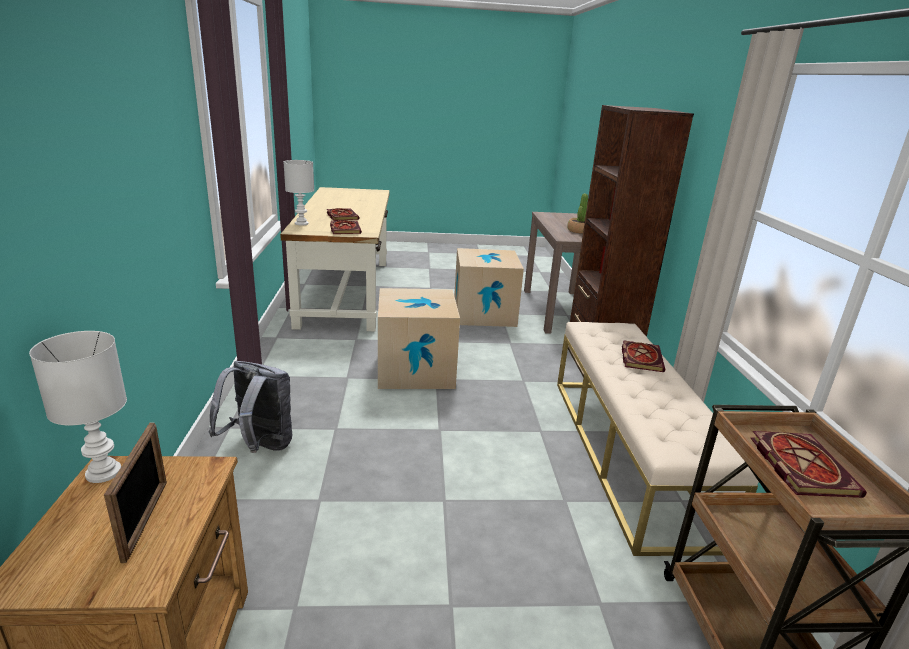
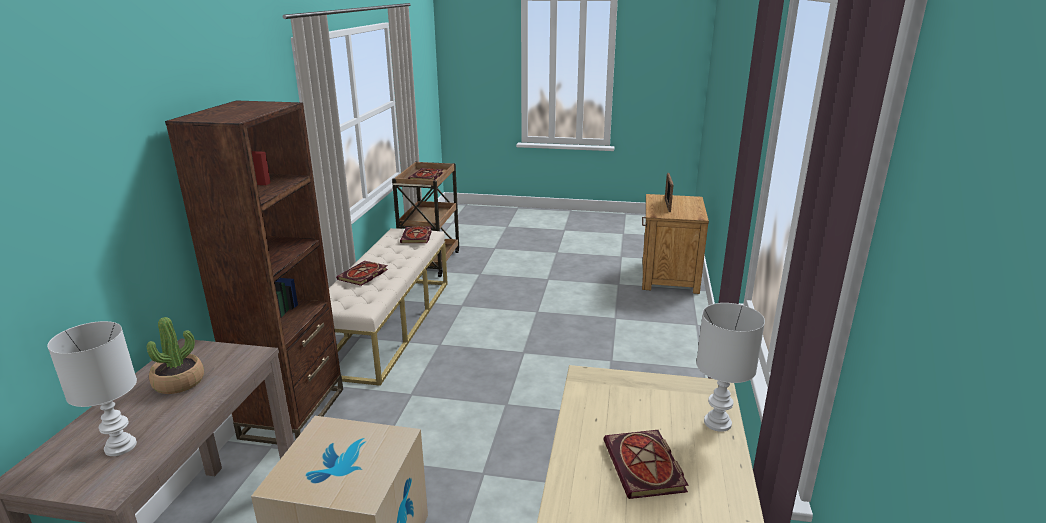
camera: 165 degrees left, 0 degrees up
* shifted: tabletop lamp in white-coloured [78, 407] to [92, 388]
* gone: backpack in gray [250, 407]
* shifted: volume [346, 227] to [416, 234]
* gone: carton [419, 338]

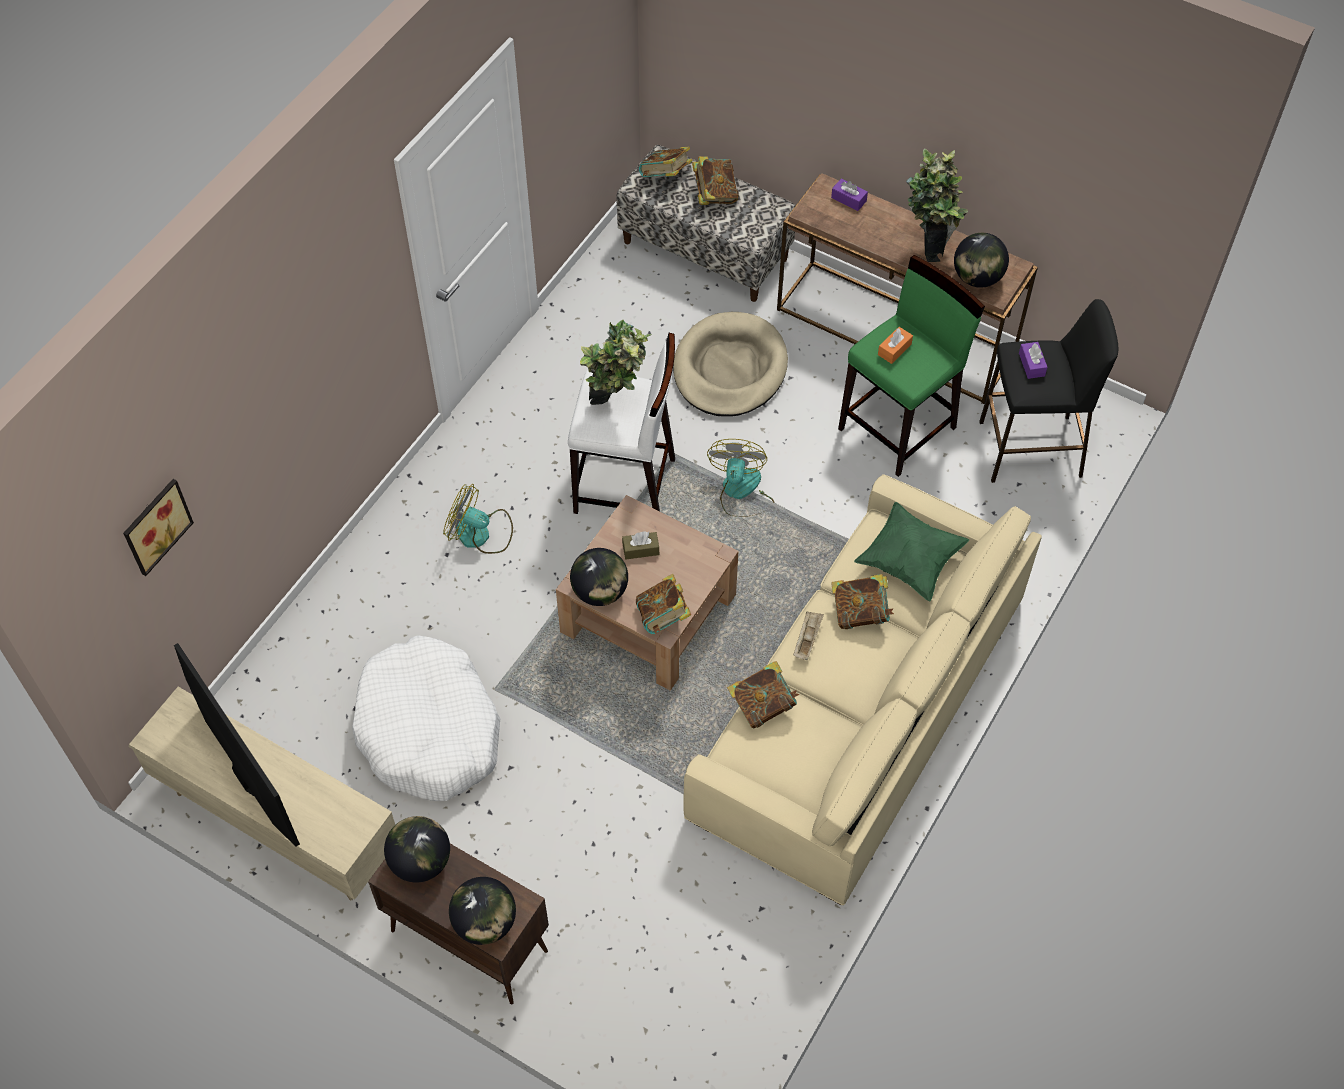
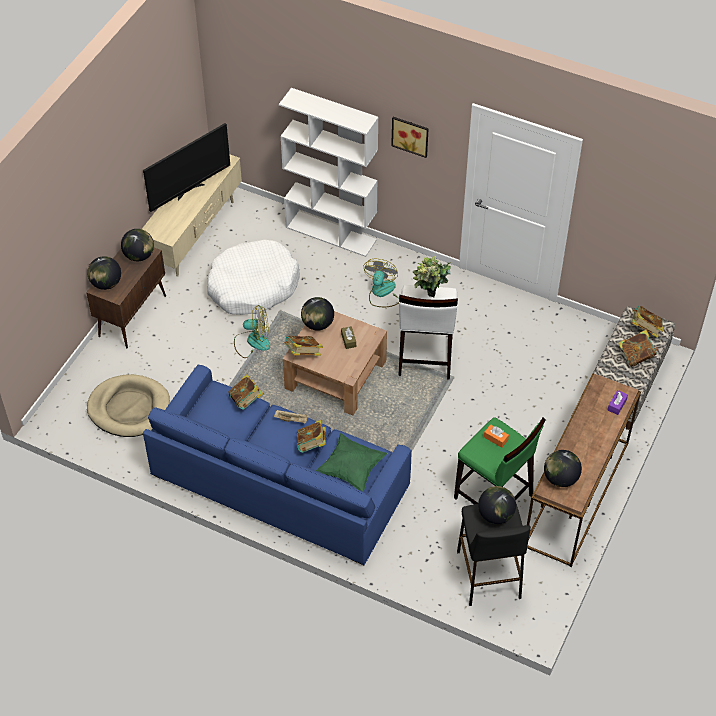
camera: 85 degrees right, 5 degrees down
* shifted: picture [158, 527] to [410, 137]
* shifted: dog cushion in beige [730, 364] to [128, 405]
* repainted: sofa in beige [863, 689] to sofa in bluish [277, 465]
* shifted: fan [741, 478] to [252, 331]
* gone: potted plant [937, 205]
* swapped: tissue holder in purple [1033, 360] to desk globe [497, 505]
* new: shelving unit in white-coloured [328, 172]

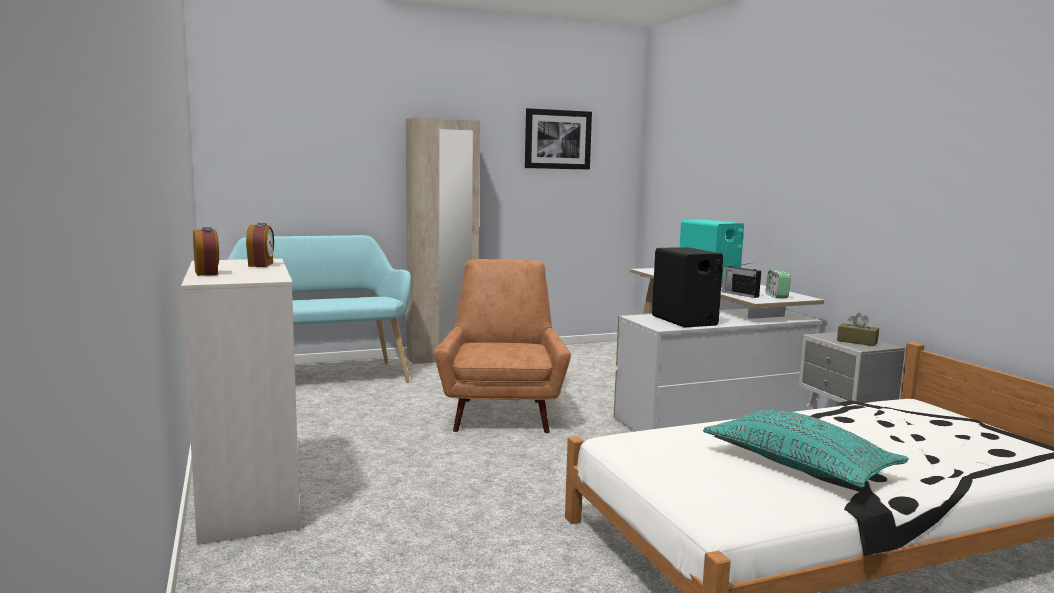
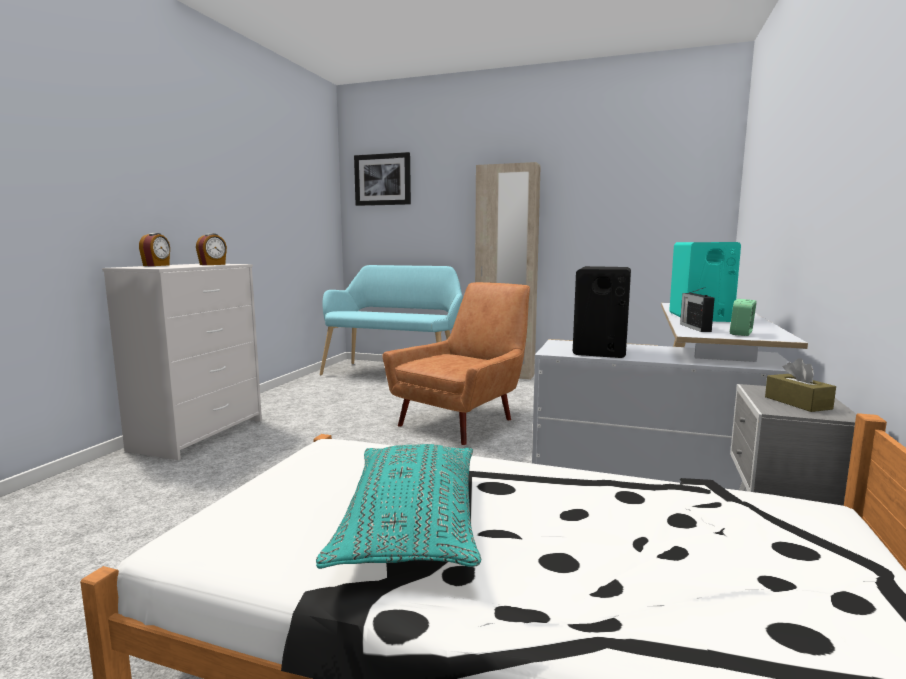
camera: 40 degrees right, 0 degrees up
* shifted: picture [558, 139] to [382, 179]

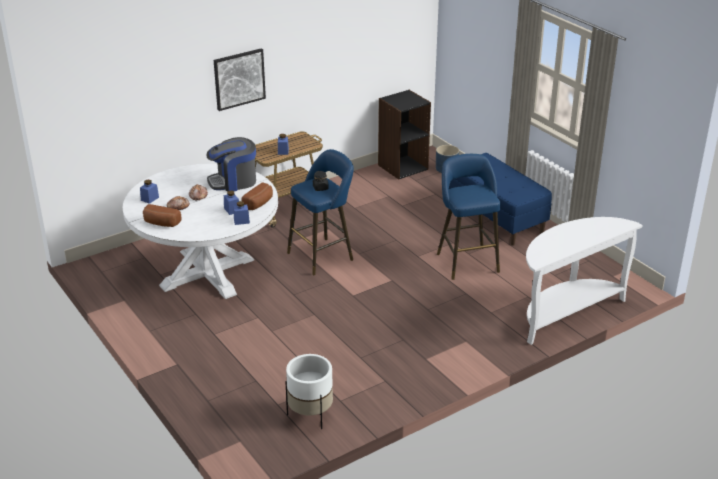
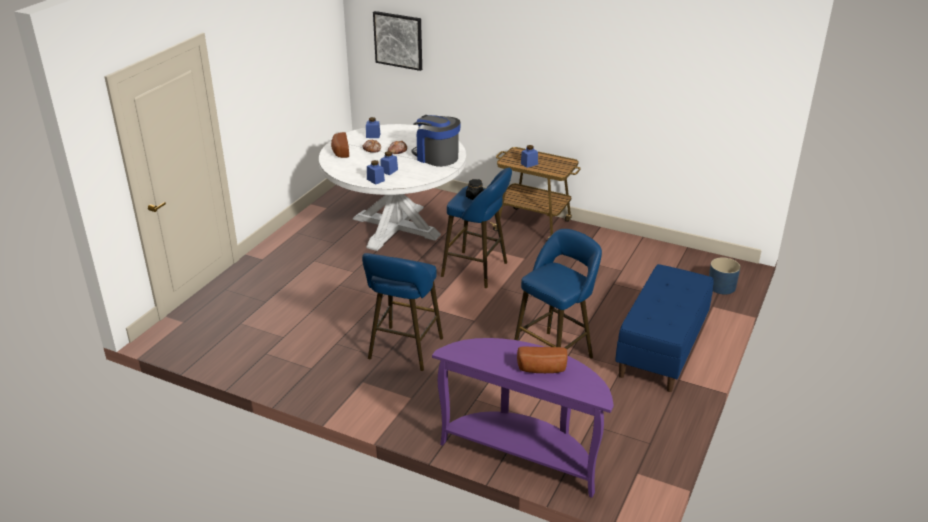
camera: 60 degrees right, 0 degrees up
* shifted: picture [240, 79] to [397, 41]
* shifted: bakery bread [257, 196] to [542, 360]
* gone: flower pot in white-coloured [309, 391]
* gone: shelving unit in blackish [404, 135]
* repainted: console table in white-coloured [584, 281] to console table in purple [523, 418]
* new: sitting stool in bluish [402, 312]

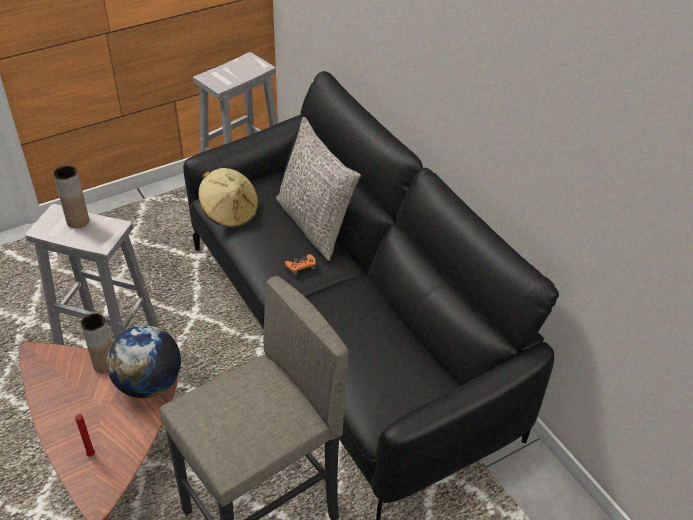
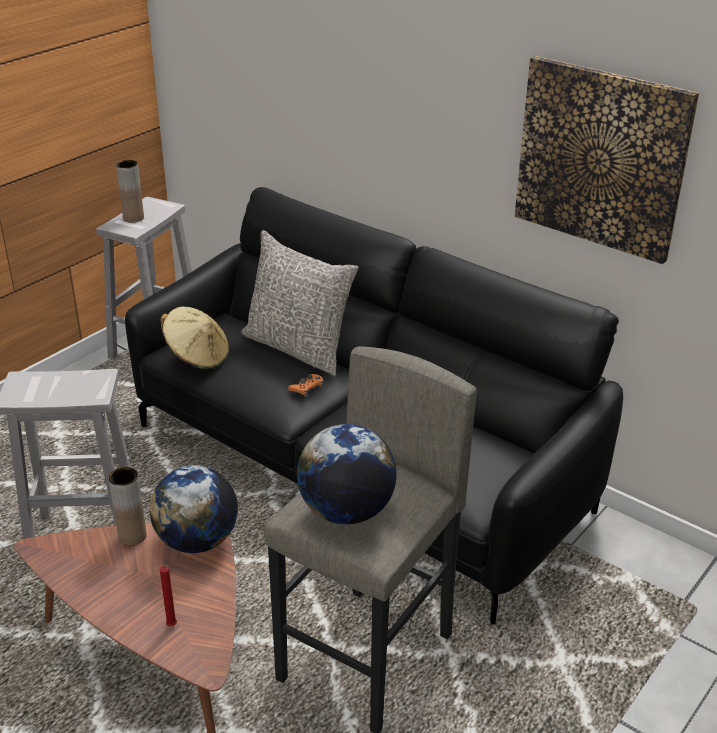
camera: 20 degrees left, 10 degrees down
* shifted: vase in brown [71, 196] to [130, 191]
* new: desk globe [347, 474]
* new: picture [607, 160]

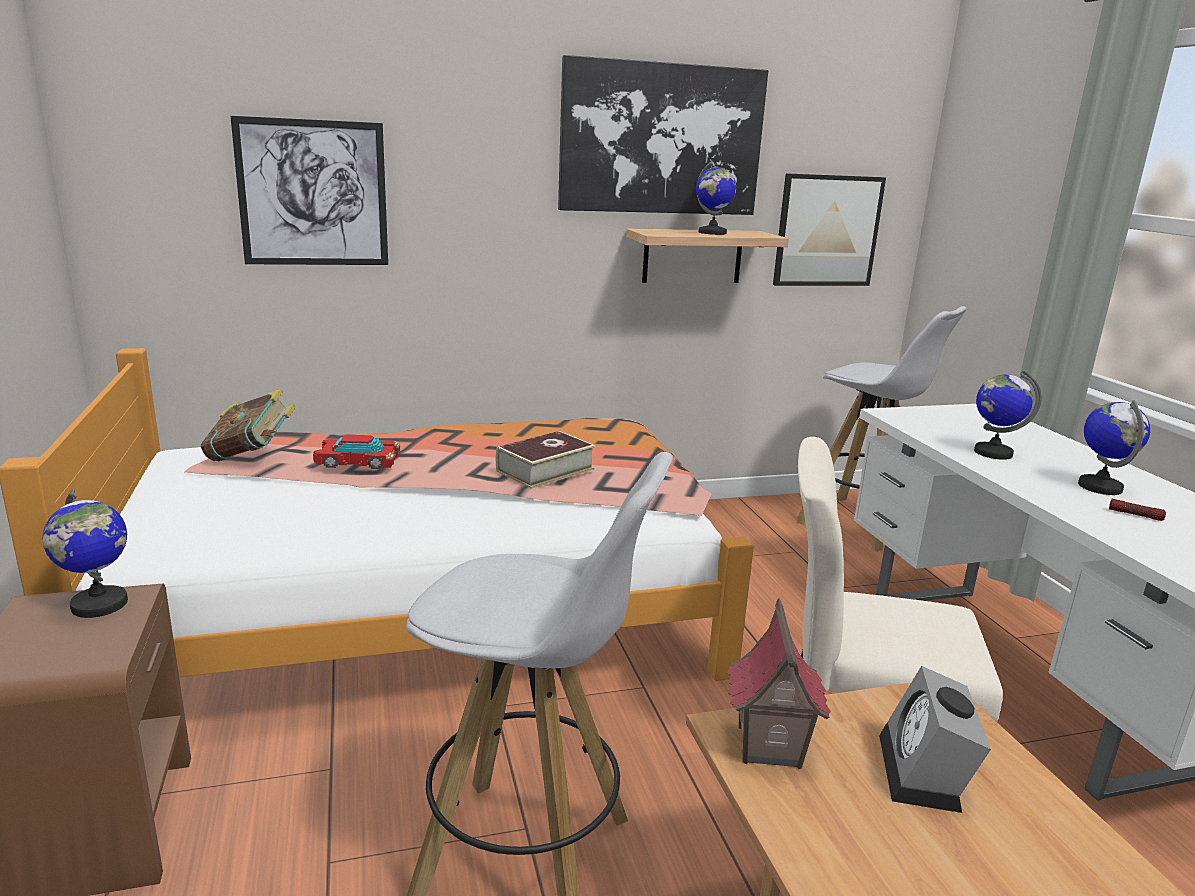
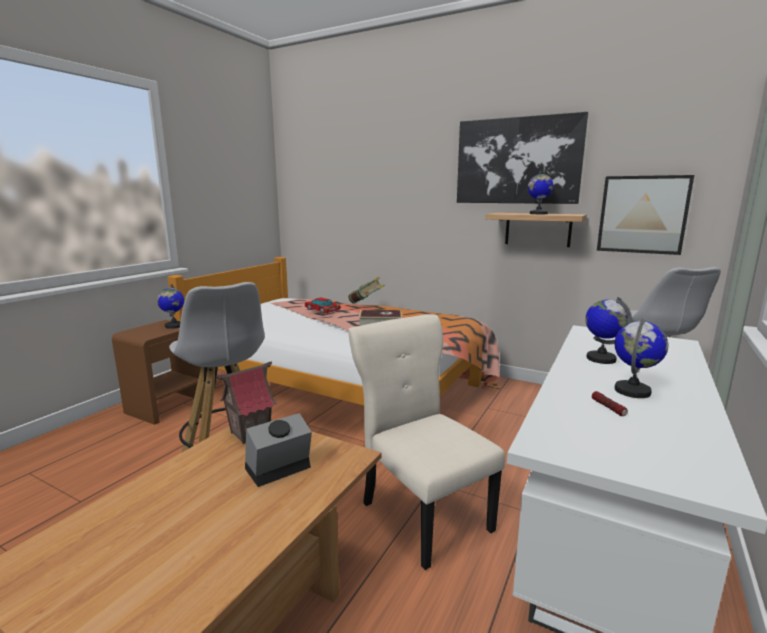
camera: 45 degrees right, 5 degrees down
* shifted: volume [248, 425] to [366, 290]
* gone: picture [309, 190]

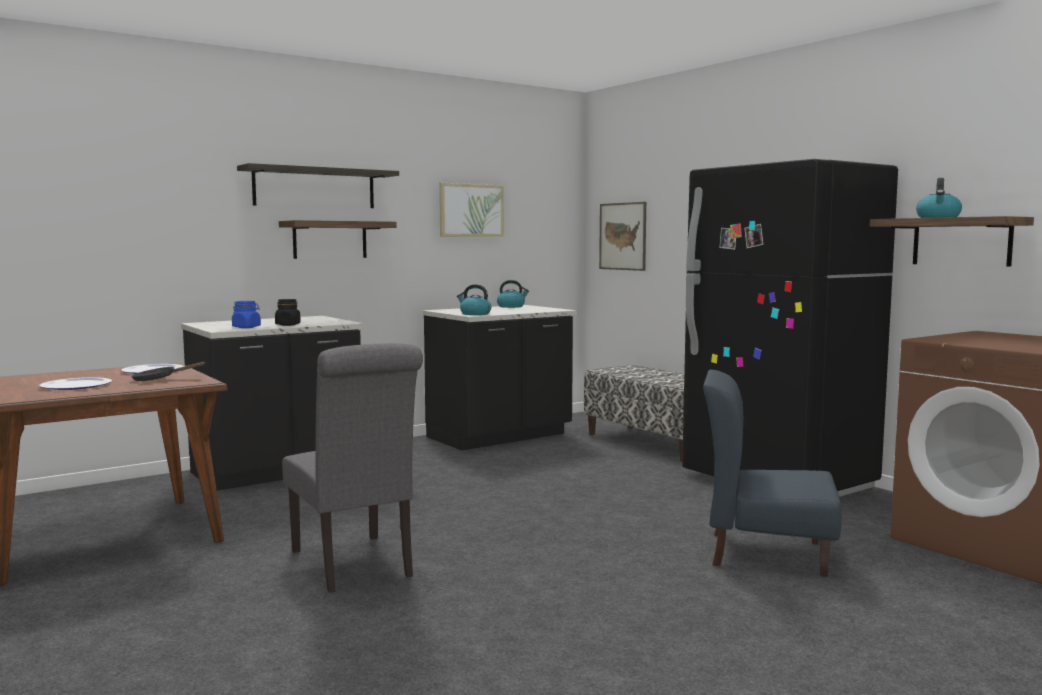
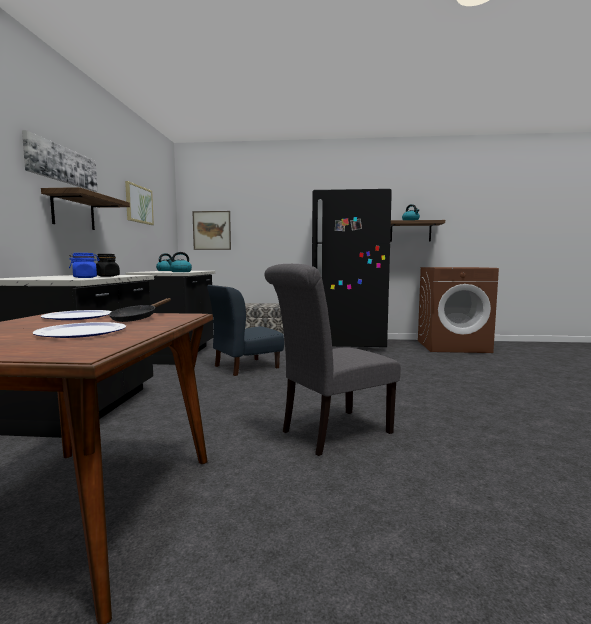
camera: 50 degrees left, 0 degrees up
* swapped: bracket shelf [318, 185] to picture [60, 160]
* rotated: upright chair in gray [352, 468] = [332, 360] 135 degrees clockwise
* shifted: upright chair in bluish [772, 473] to [245, 330]

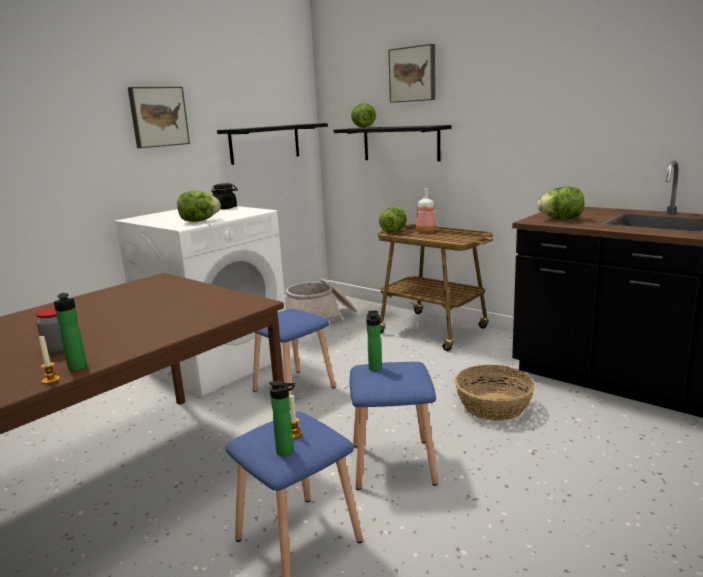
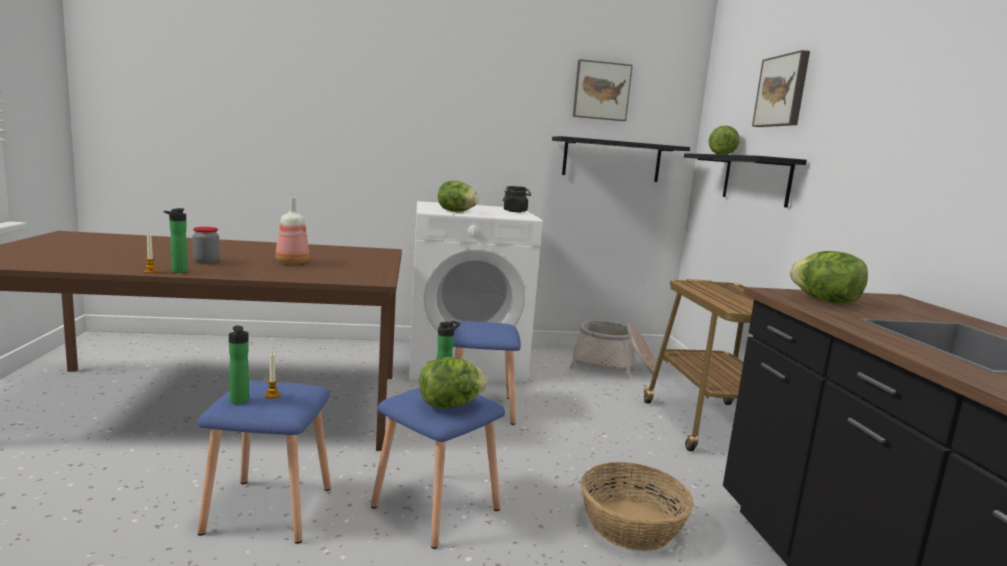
camera: 40 degrees right, 5 degrees down
* shifted: picture [159, 117] to [603, 90]
* shifted: head of lettuce [393, 220] to [453, 383]
* shifted: drink bottle [426, 210] to [292, 230]

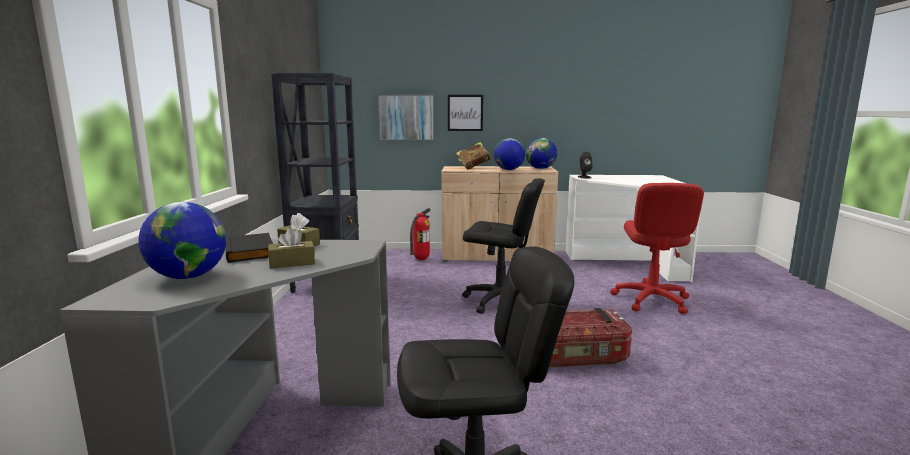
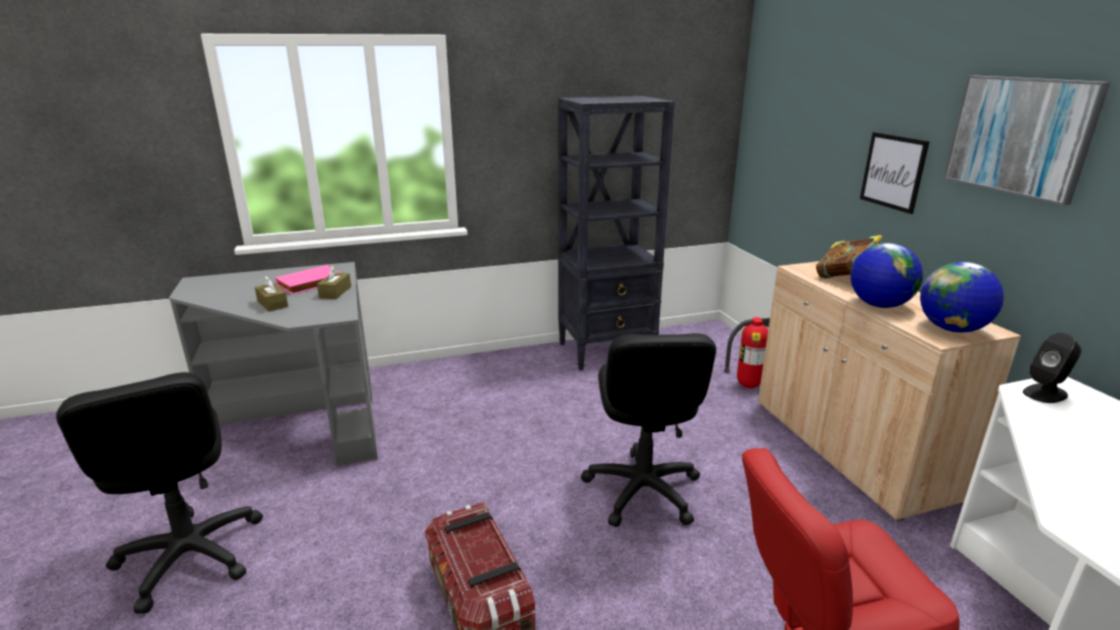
camera: 70 degrees right, 10 degrees up
* gone: desk globe [182, 240]
* repainted: volume in blackish [249, 248] to volume in pink [308, 279]
* shifted: picture [406, 117] to [1026, 140]

